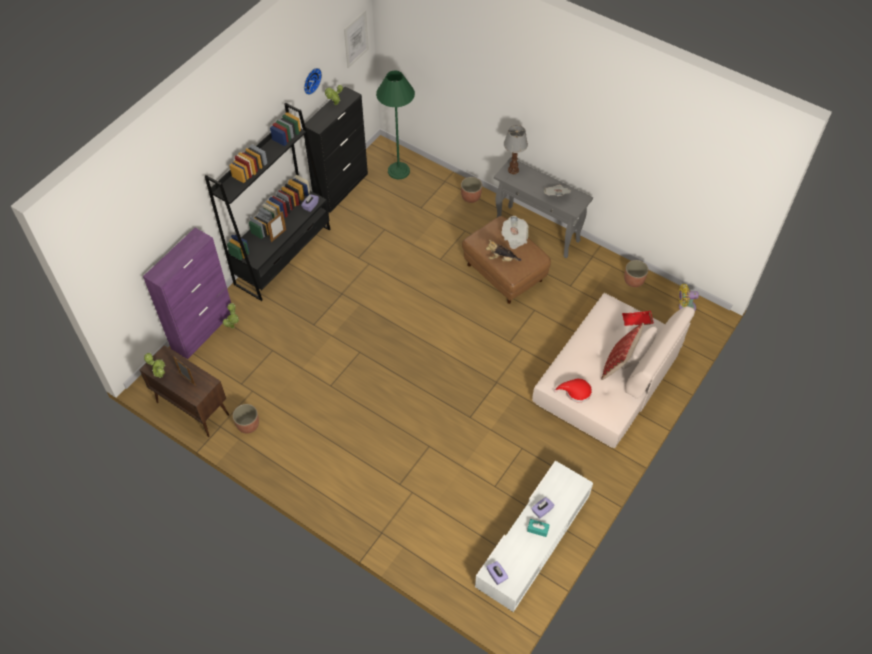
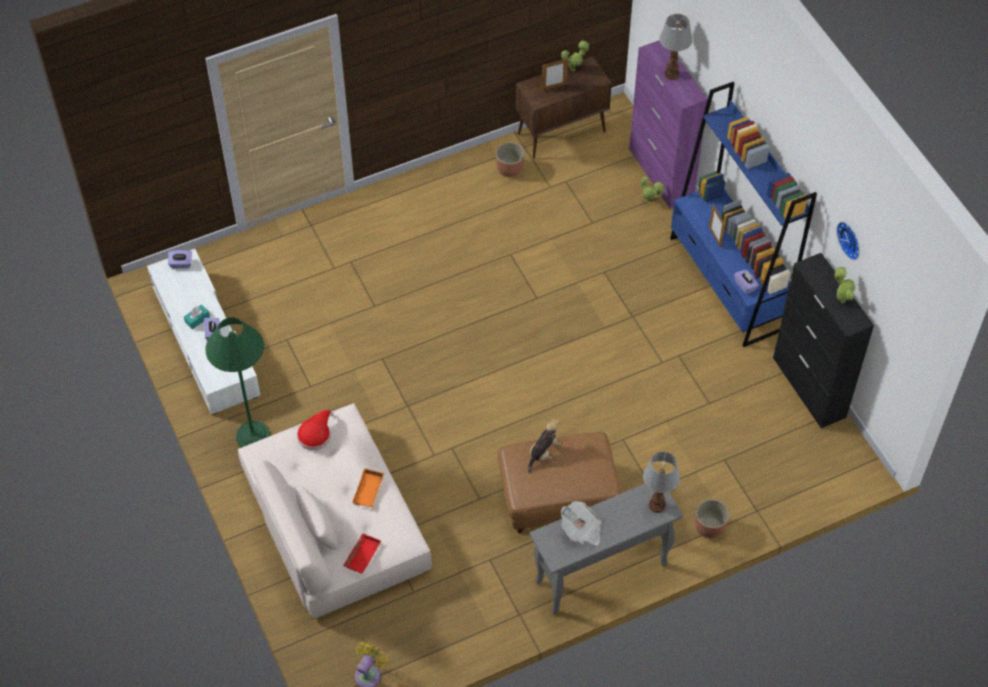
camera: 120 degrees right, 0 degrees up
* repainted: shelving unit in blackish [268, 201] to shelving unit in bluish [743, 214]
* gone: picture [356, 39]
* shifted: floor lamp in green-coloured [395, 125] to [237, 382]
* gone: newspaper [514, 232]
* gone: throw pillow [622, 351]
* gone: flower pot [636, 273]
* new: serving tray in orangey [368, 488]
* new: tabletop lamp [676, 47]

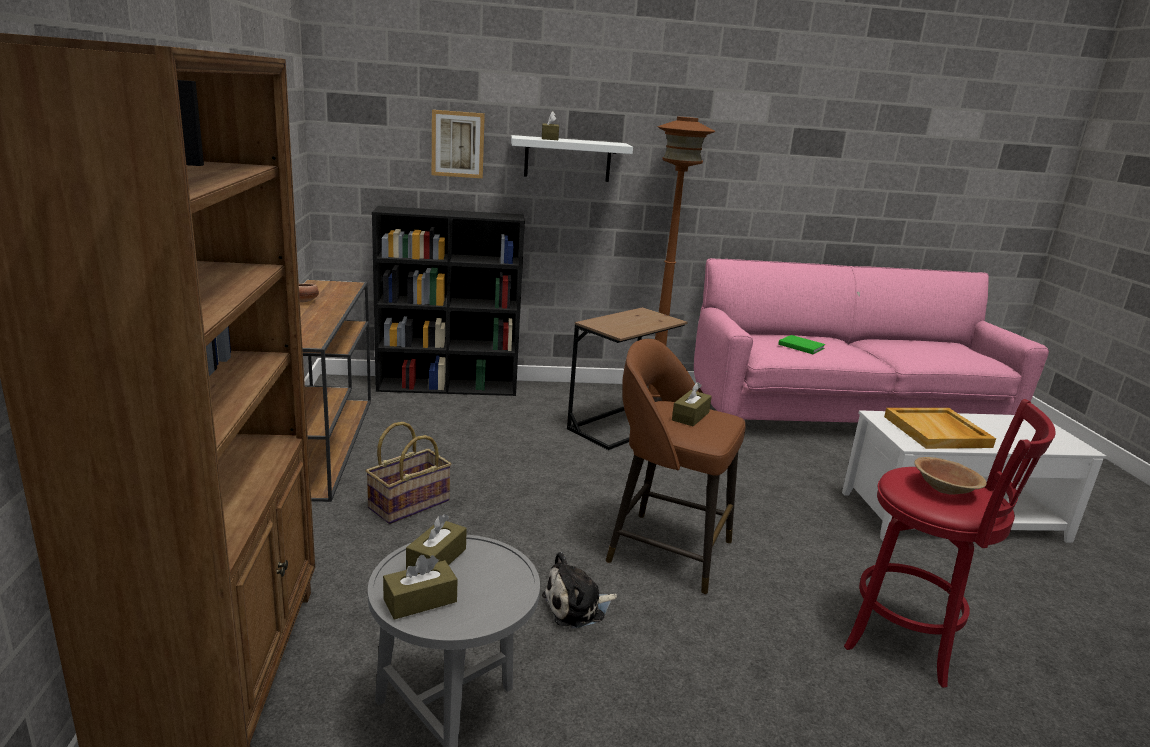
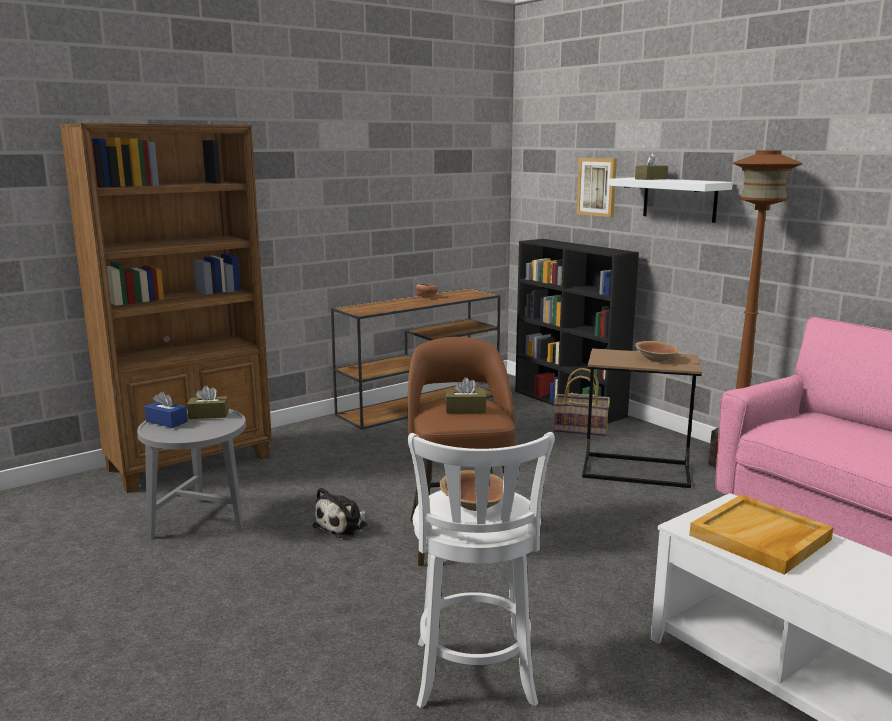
camera: 60 degrees right, 5 degrees down
* shifted: storage basket [408, 473] to [582, 402]
* repainted: tissue holder in brown [420, 587] to tissue holder in bluish [166, 409]
* rotated: plush toy [579, 590] = [340, 512] 90 degrees counterclockwise
* gone: volume in green-coloured [801, 344]
* repainted: sitting stool in reddish [950, 543] to sitting stool in white-coloured [481, 570]
* new: deep dish in brown [657, 351]

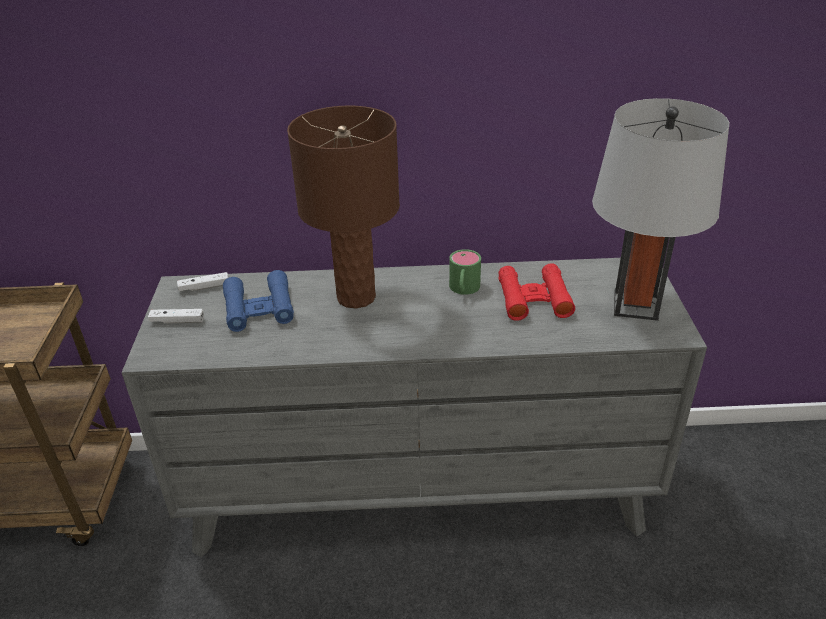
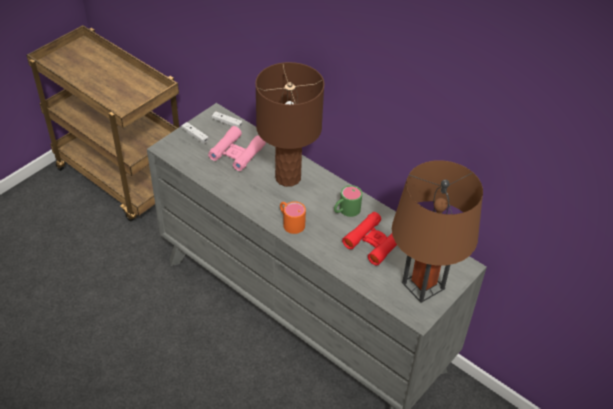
camera: 40 degrees right, 10 degrees up
* repainted: binoculars in bluish [258, 301] to binoculars in pink [237, 148]
* repainted: tabletop lamp in gray [660, 209] to tabletop lamp in brown [437, 231]
* new: coffee mug in orangey [293, 218]

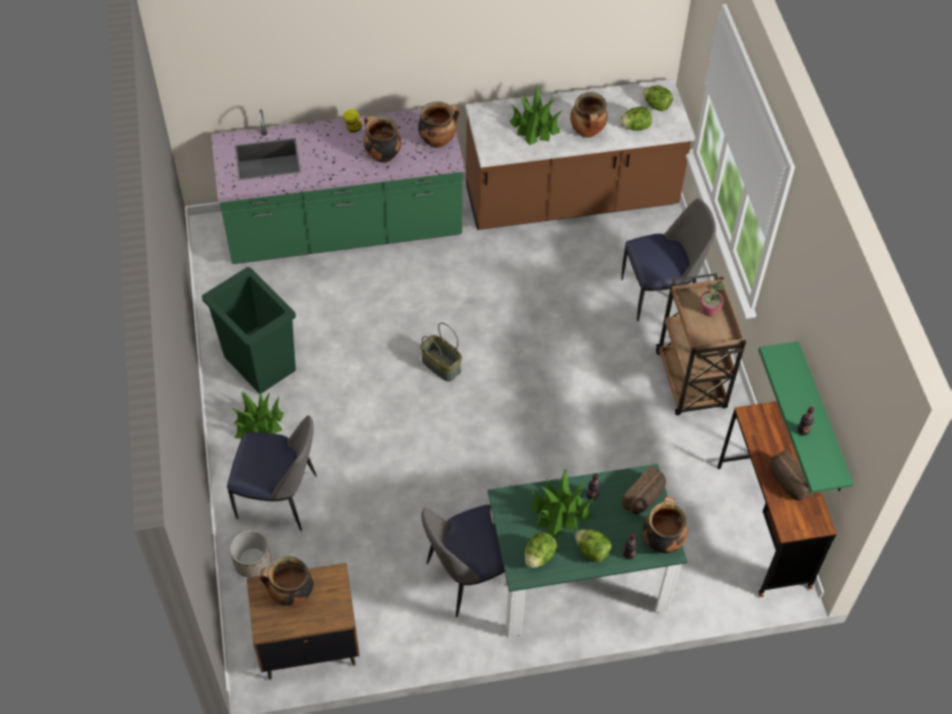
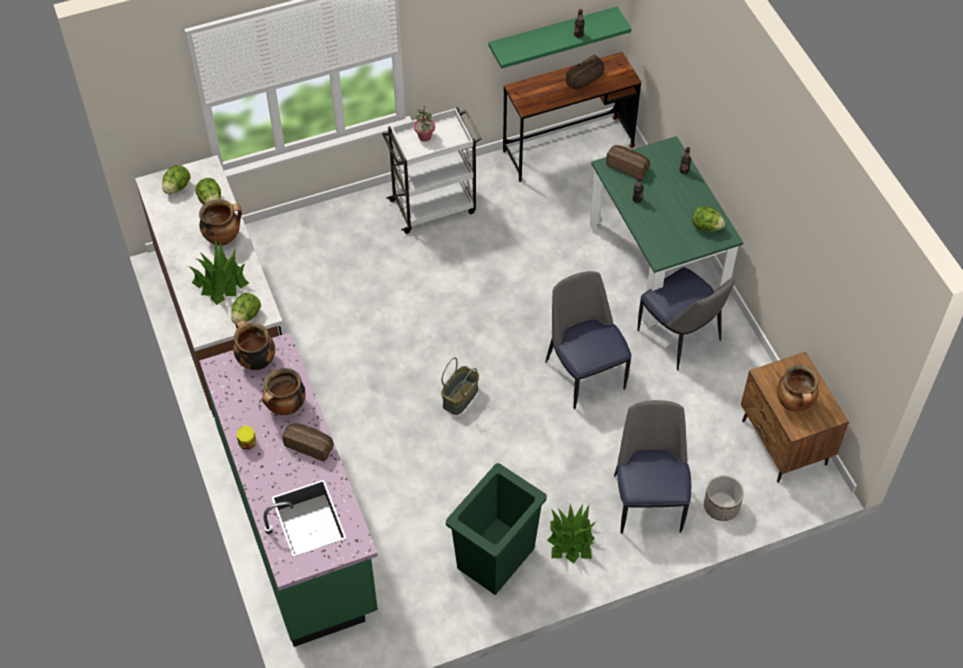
camera: 100 degrees left, 0 degrees up
* gone: potted plant [561, 503]
* shifted: head of lettuce [593, 546] to [246, 308]
* shifted: upright chair [668, 260] to [588, 340]
* gone: saucepot [665, 524]
* repainted: trolley in brown [701, 344] to trolley in white-coloured [432, 170]
* new: bakery bread [308, 442]

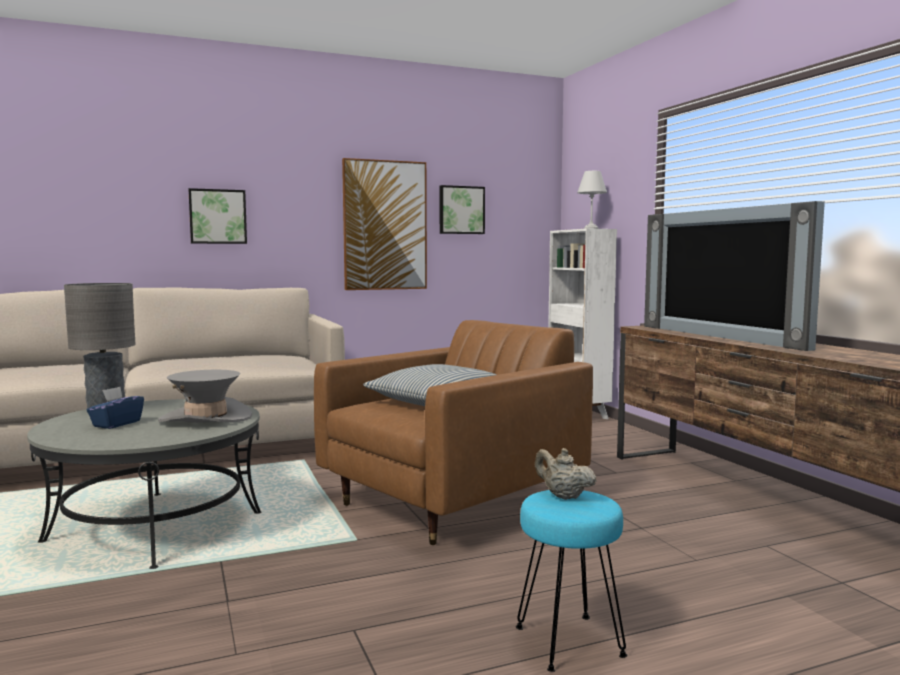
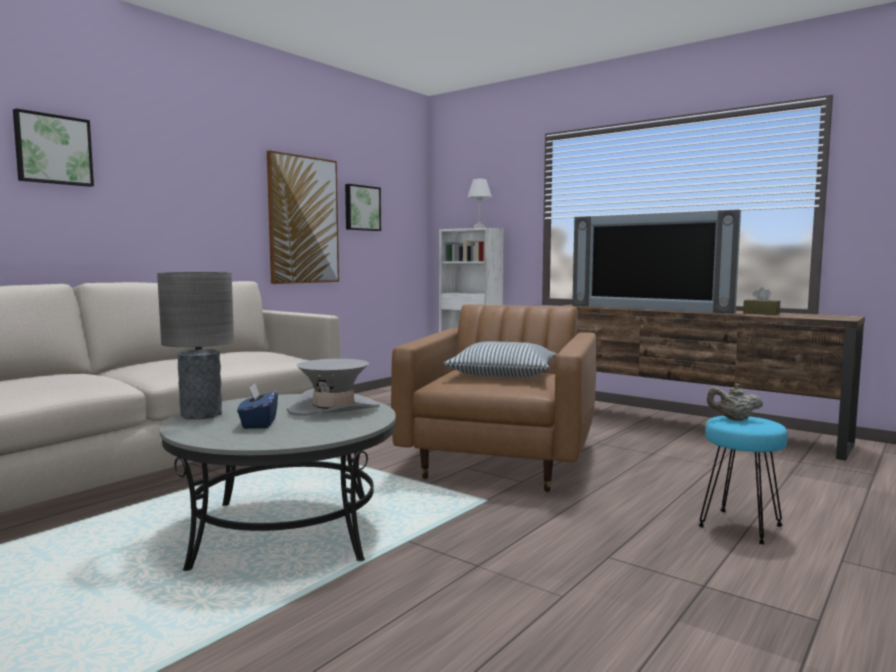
camera: 30 degrees left, 0 degrees up
* shifted: picture [217, 216] to [53, 147]
* new: tissue holder in brown [761, 301]

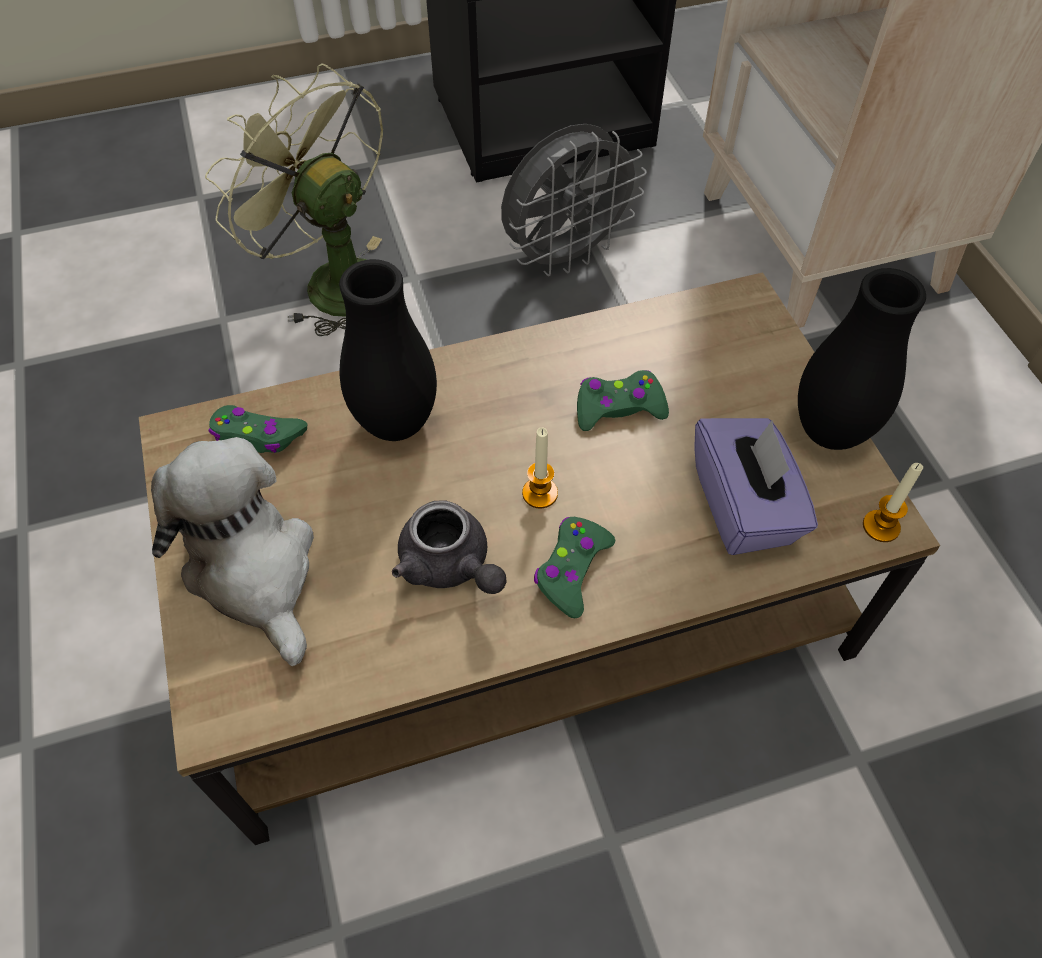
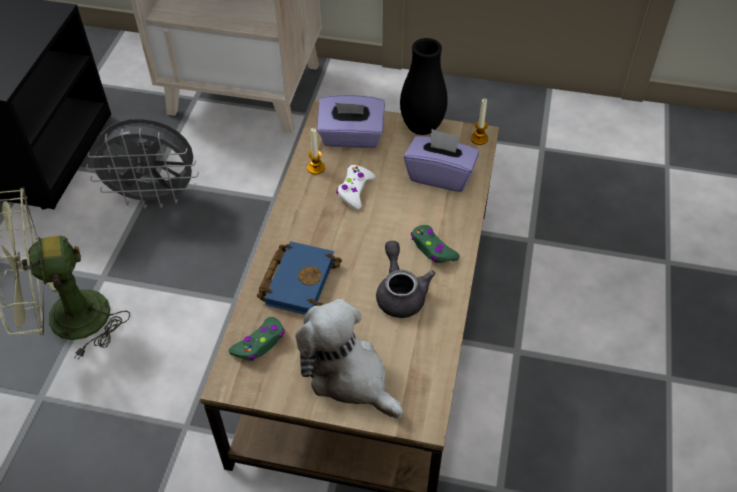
camera: 60 degrees left, 5 degrees down
* rotated: plush toy [232, 551] = [349, 359] 45 degrees clockwise
* swapped: vase in blackish [388, 350] to volume in bluish [299, 278]
* rotated: teapot in gray [449, 547] = [405, 279] 90 degrees counterclockwise
* rotated: fan in gray [574, 200] = [142, 163] 90 degrees clockwise
* shifted: candle [540, 467] to [316, 151]
* repainted: joypad in green-coloured [623, 400] to joypad in white-coloured [355, 187]
* new: tissue holder in purple [351, 121]

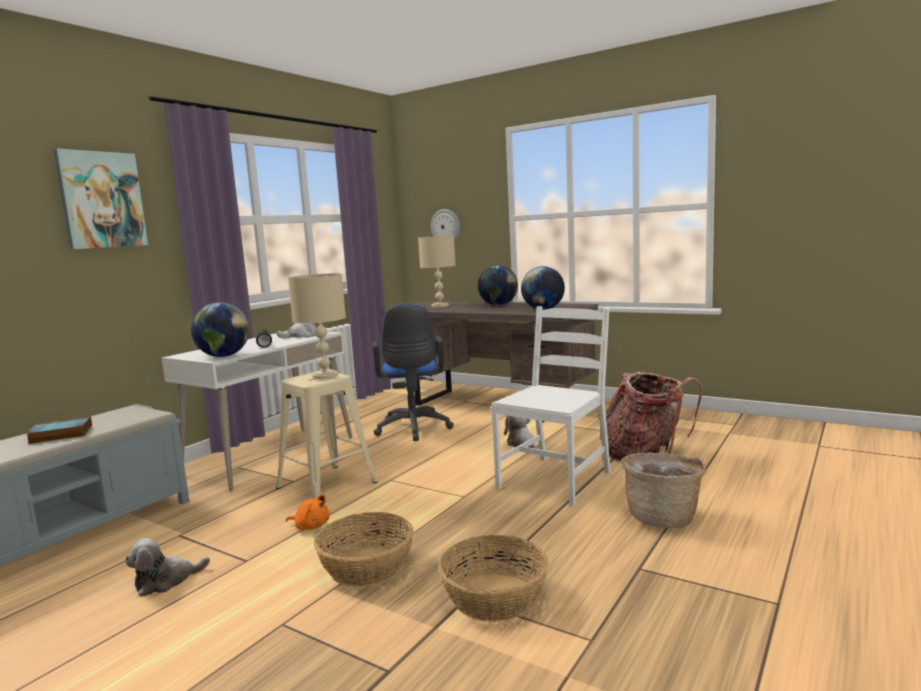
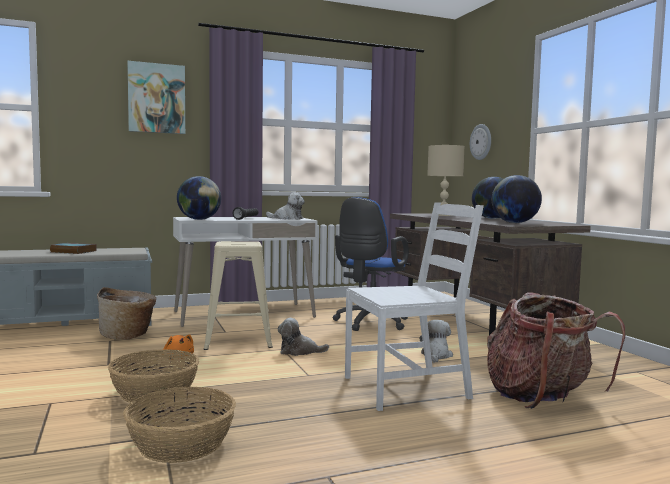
camera: 35 degrees right, 5 degrees down
* shifted: plush toy [167, 567] to [303, 337]
* gone: tabletop lamp in beige [317, 326]
* shifted: storage basket [663, 490] to [126, 313]

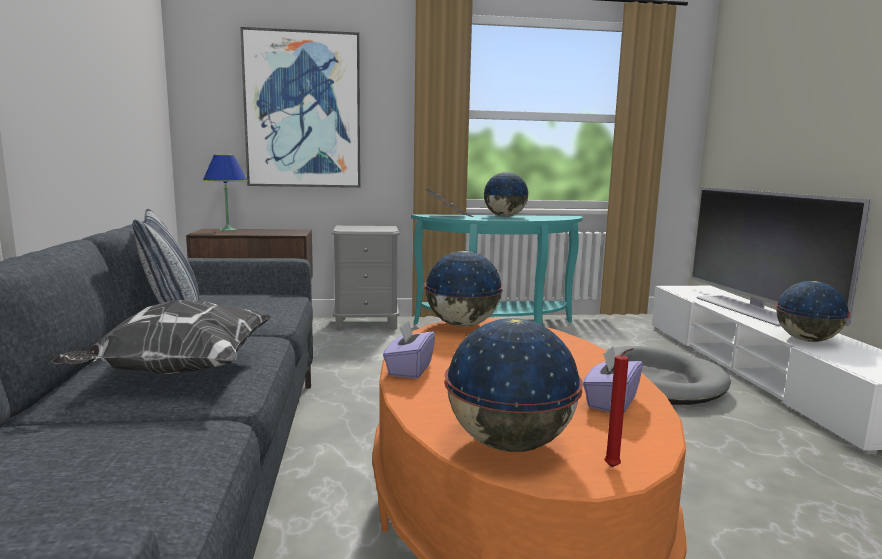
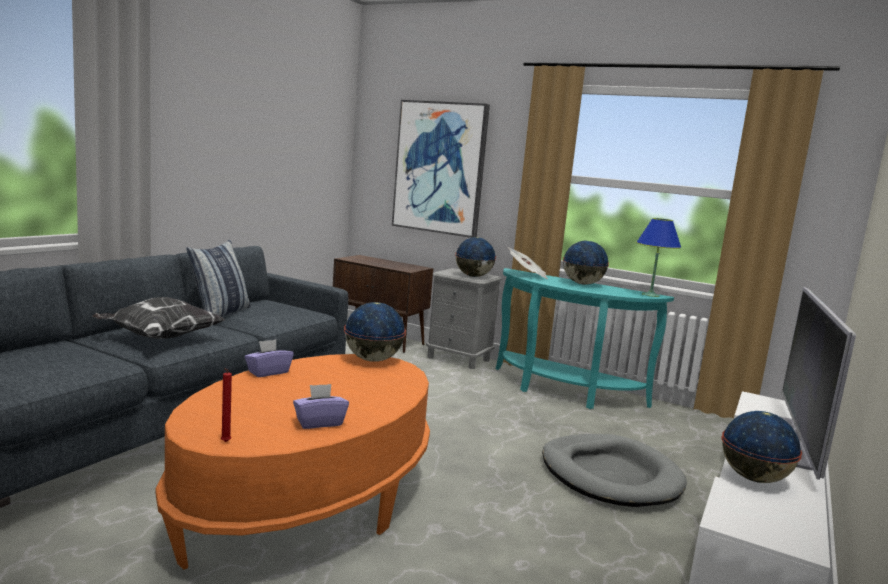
camera: 35 degrees right, 0 degrees up
* shifted: tabletop lamp in bluish [225, 192] to [659, 257]
* shifted: desk globe [513, 385] to [475, 257]

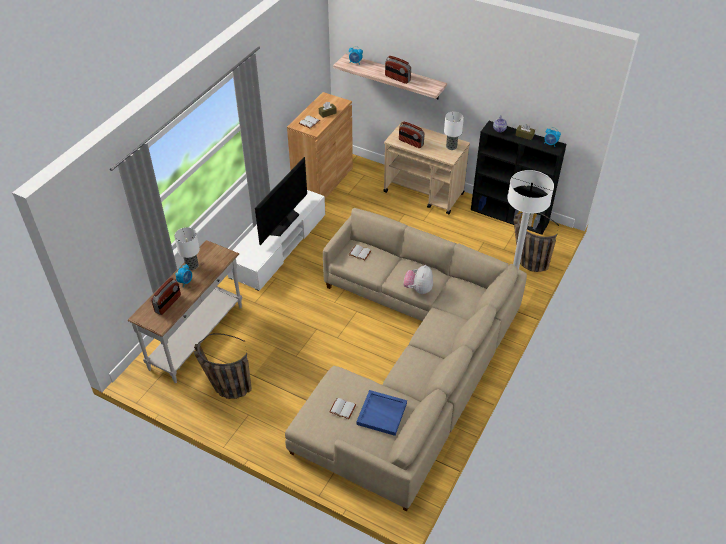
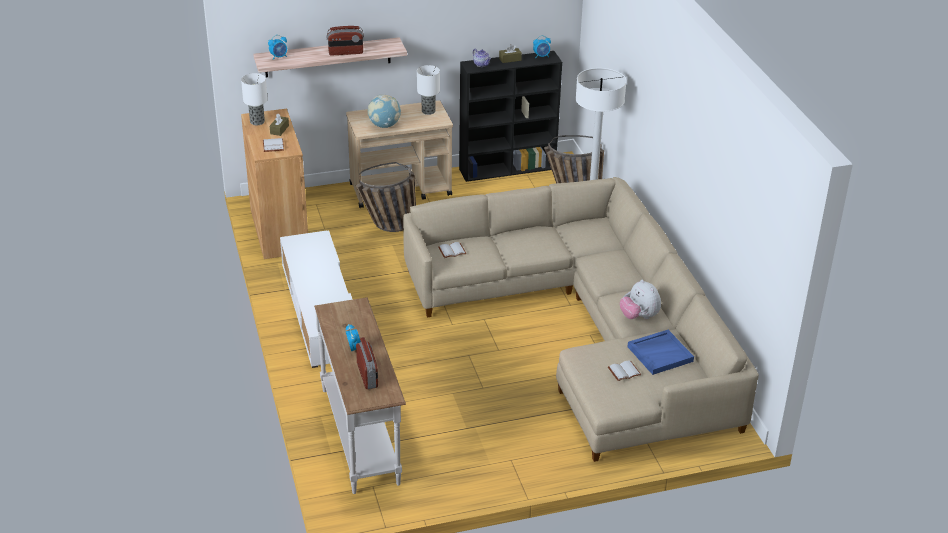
camera: 45 degrees left, 10 degrees down
* shifted: tabletop lamp [187, 248] to [254, 99]
* shifted: storage basket [223, 366] to [386, 197]
* gone: TV [281, 201]
* swapped: radio receiver [412, 134] to desk globe [384, 111]
* shifted: plush toy [418, 279] to [640, 299]

